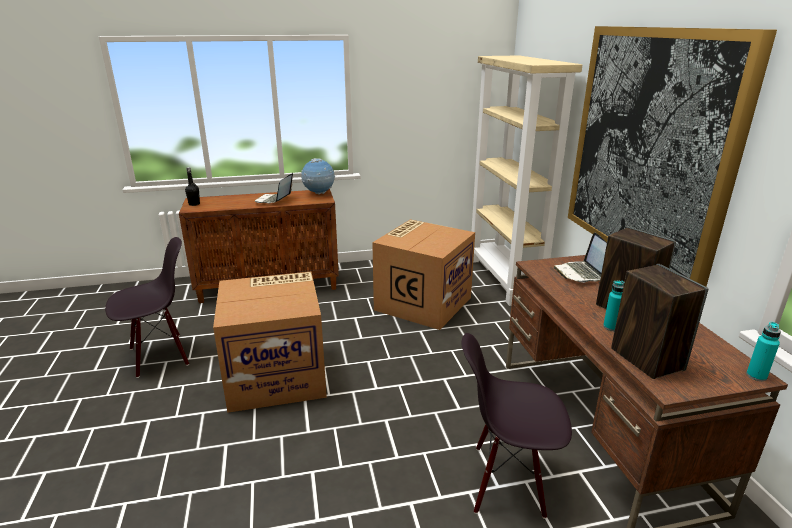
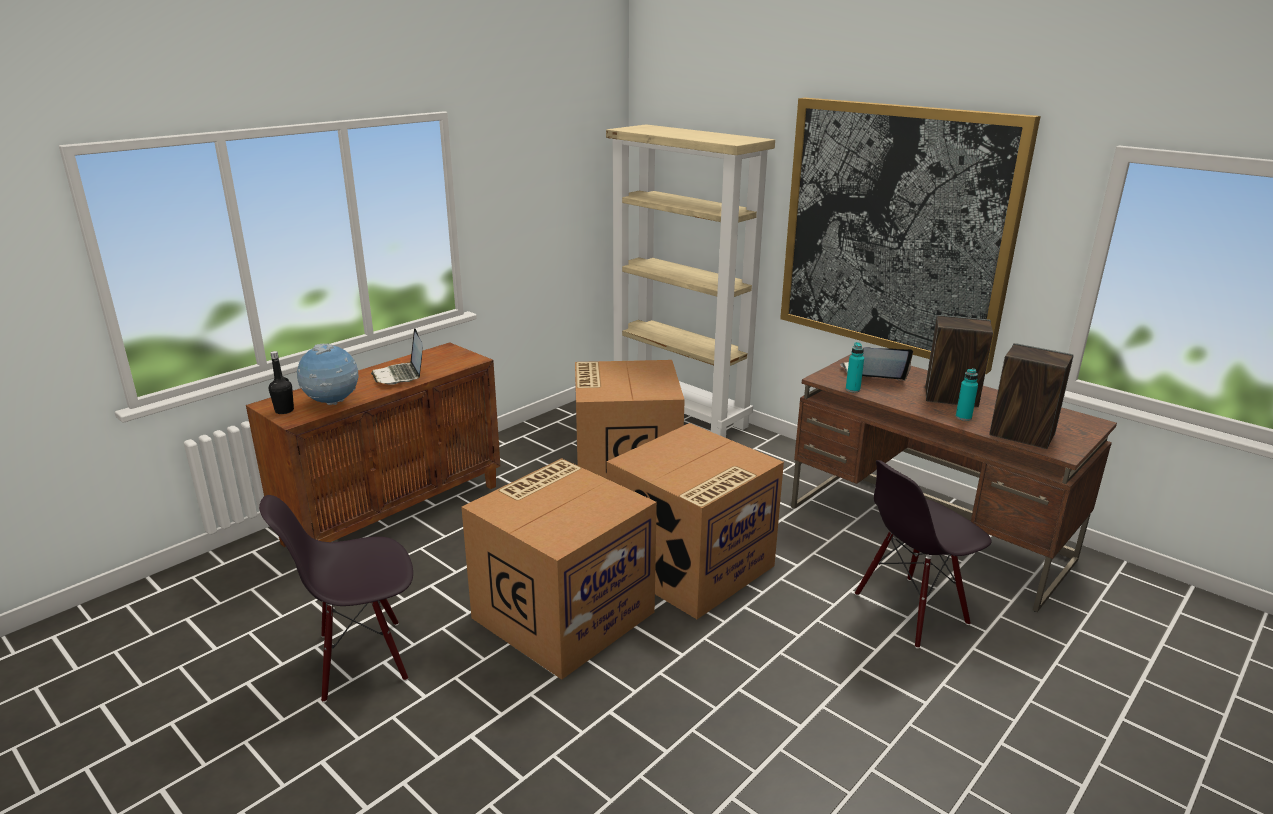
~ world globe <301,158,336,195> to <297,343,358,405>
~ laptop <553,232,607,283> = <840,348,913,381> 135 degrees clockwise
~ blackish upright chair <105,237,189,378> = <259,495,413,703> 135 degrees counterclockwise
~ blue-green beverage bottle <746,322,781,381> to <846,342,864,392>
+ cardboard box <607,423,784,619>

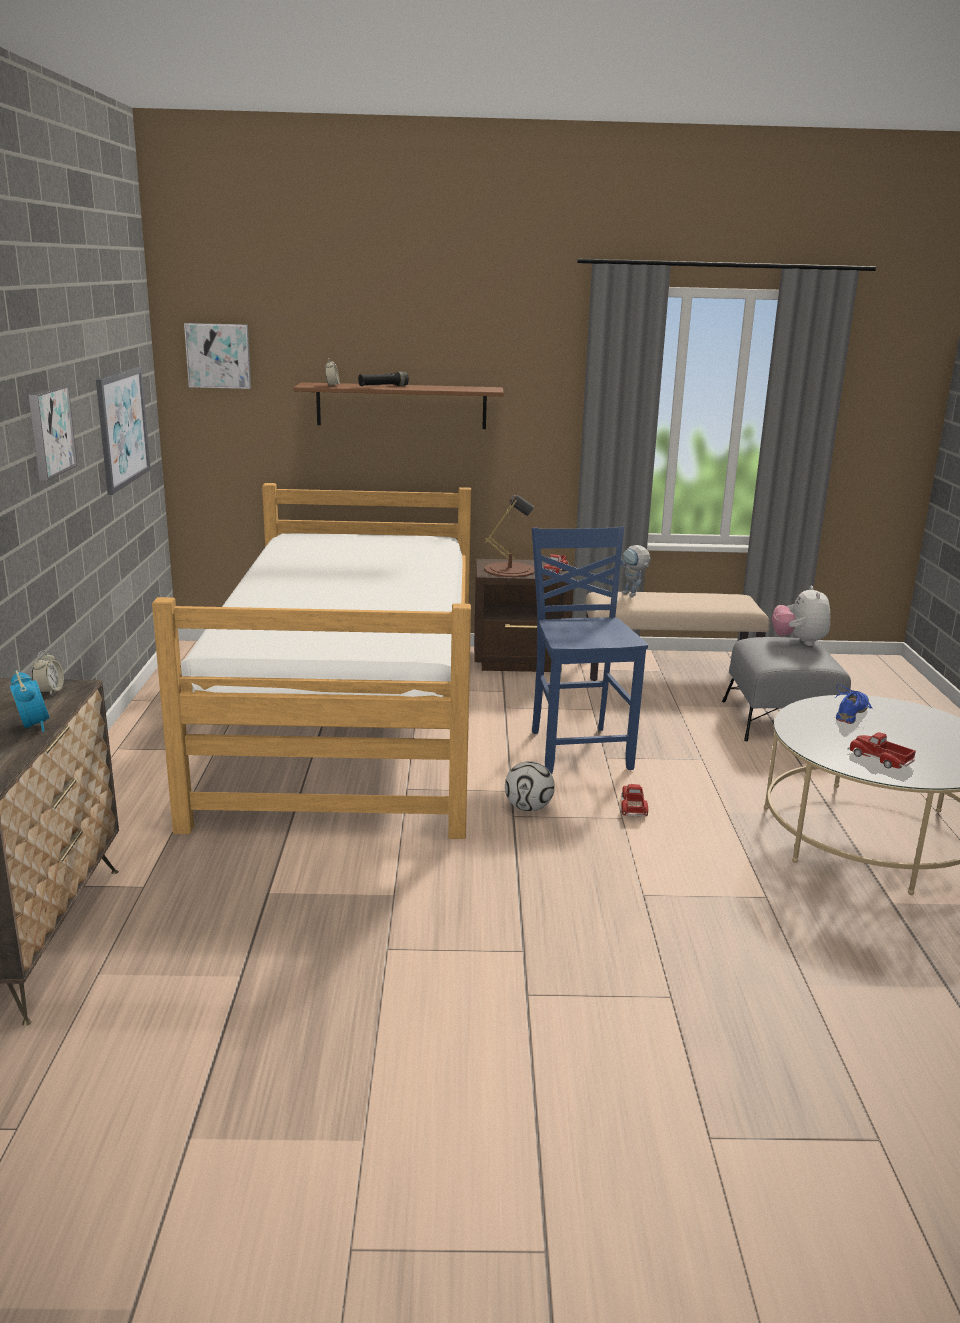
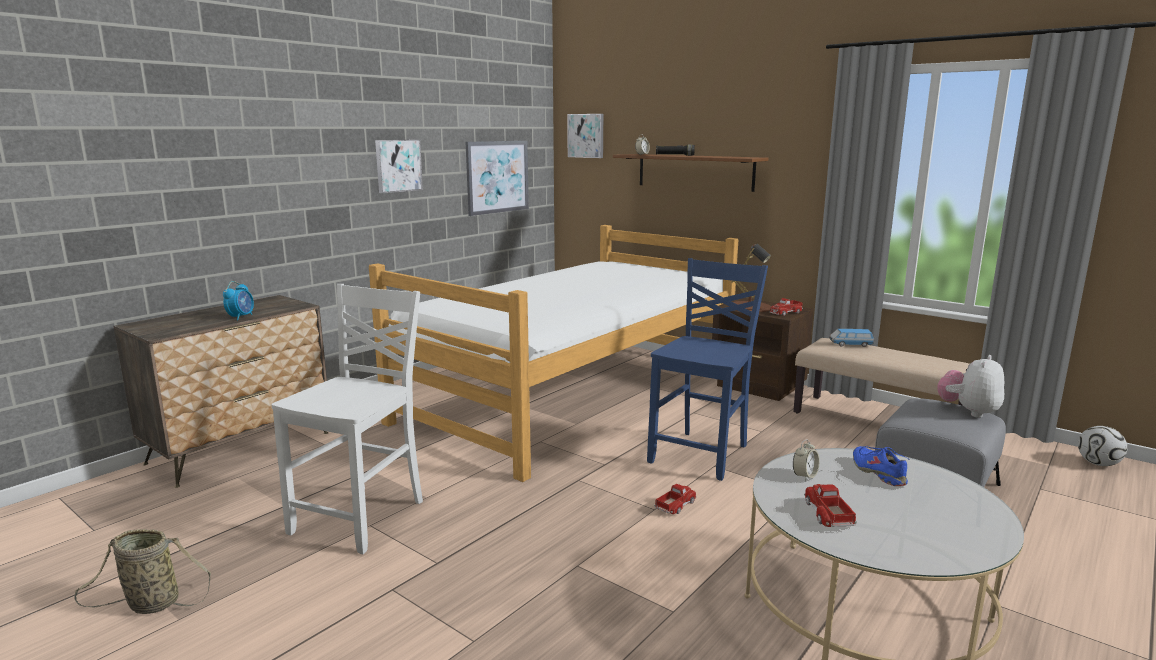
~ toy robot <621,545,651,597> to model car <829,329,874,347>
~ alarm clock <32,651,64,696> to <793,439,820,481>
~ bluish low shoe <835,684,873,724> = <853,446,910,486> 90 degrees counterclockwise
~ ball for football <505,761,555,812> to <1078,426,1128,466>
+ white upright chair <271,284,423,554>
+ household basket <74,529,211,614>

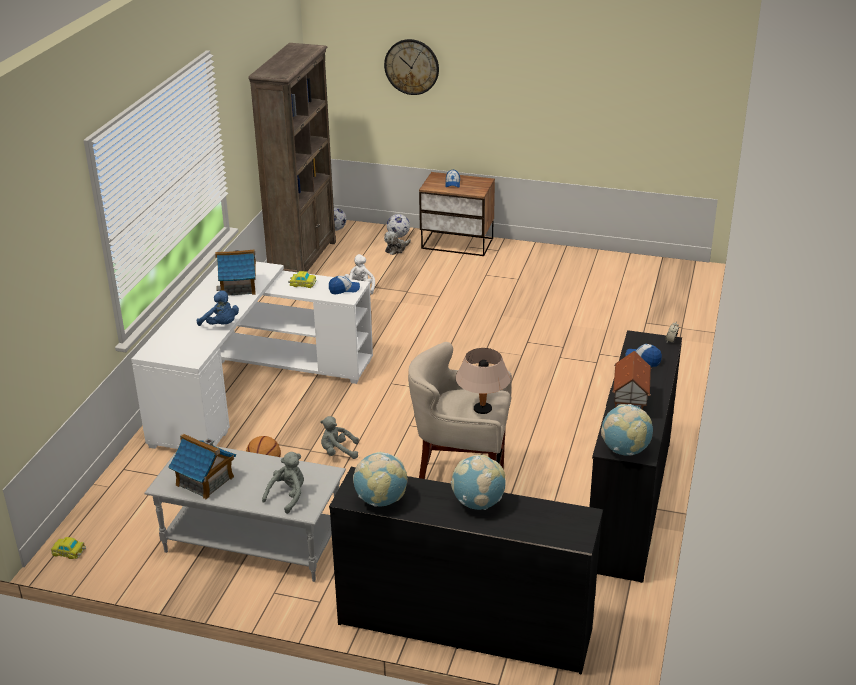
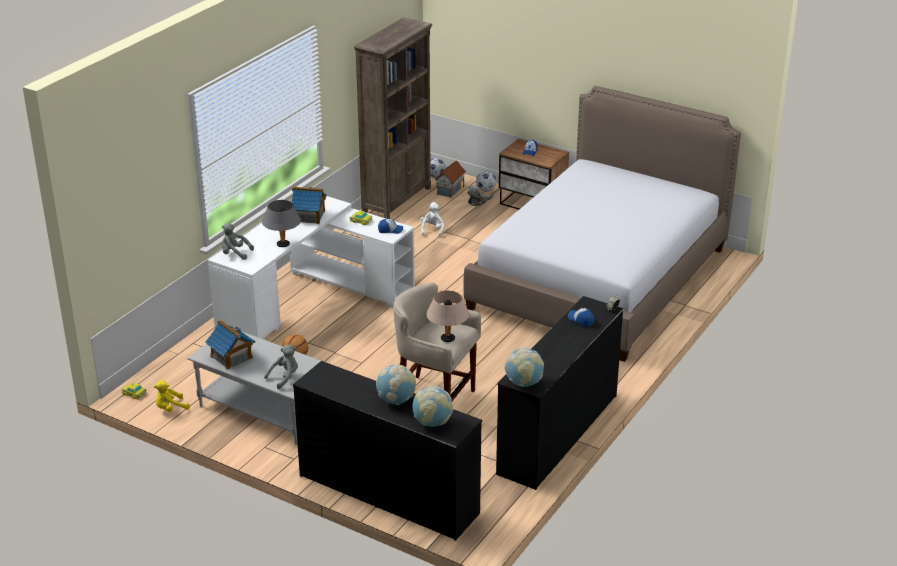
- clock on the wall <384,39,439,95>
~ bluish plush toy <197,290,239,326> to gray tabletop lamp <262,200,301,247>
~ miniature house <612,351,652,410> to <435,161,466,198>
~ gray plush toy <320,416,359,459> to <222,223,254,260>
~ world globe <353,452,408,507> to <412,386,453,427>
+ bedroom bed <463,86,741,362>
+ yellow plush toy <154,380,190,412>

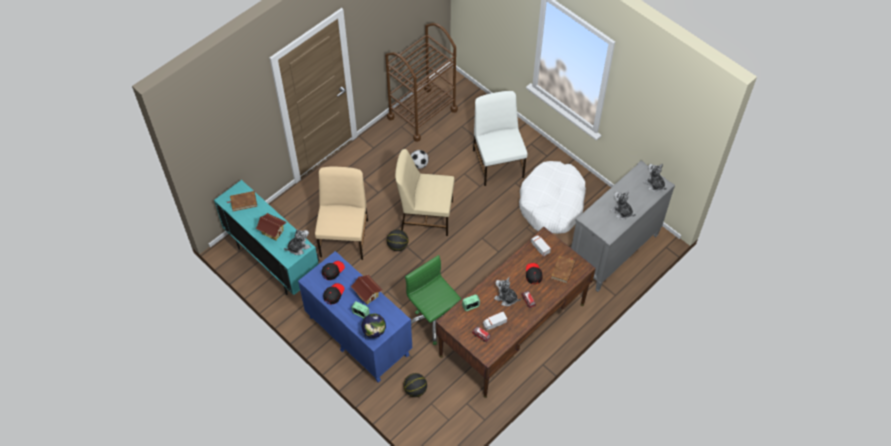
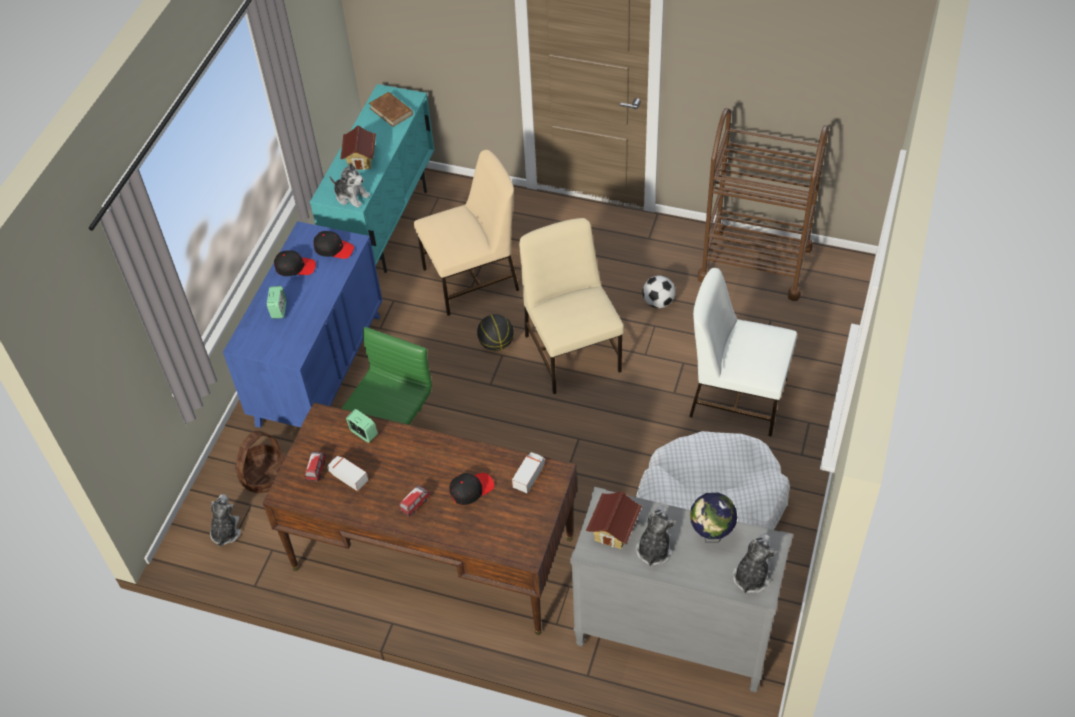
~ white upright chair <473,91,528,186> = <689,268,797,437> 120 degrees counterclockwise
- brown bound book <551,256,575,284>
~ miniature house <351,274,383,304> to <586,491,642,549>
~ plush toy <494,277,521,306> to <210,494,241,547>
~ world globe <361,314,386,339> to <690,493,737,542>
~ basketball <403,373,427,397> to household basket <235,431,285,493>

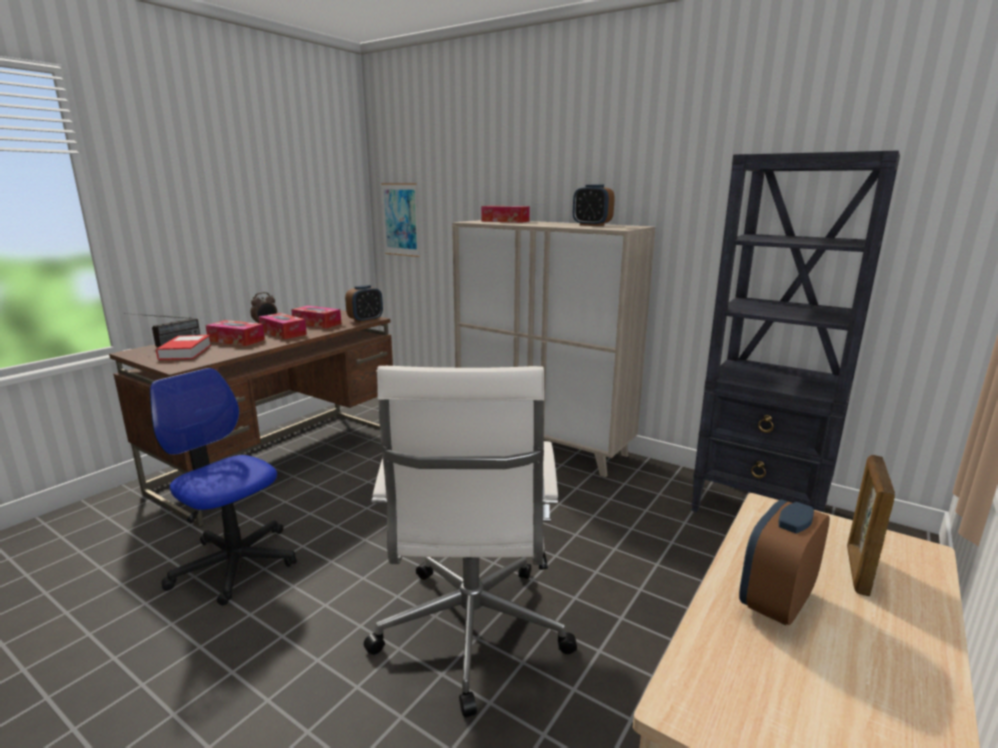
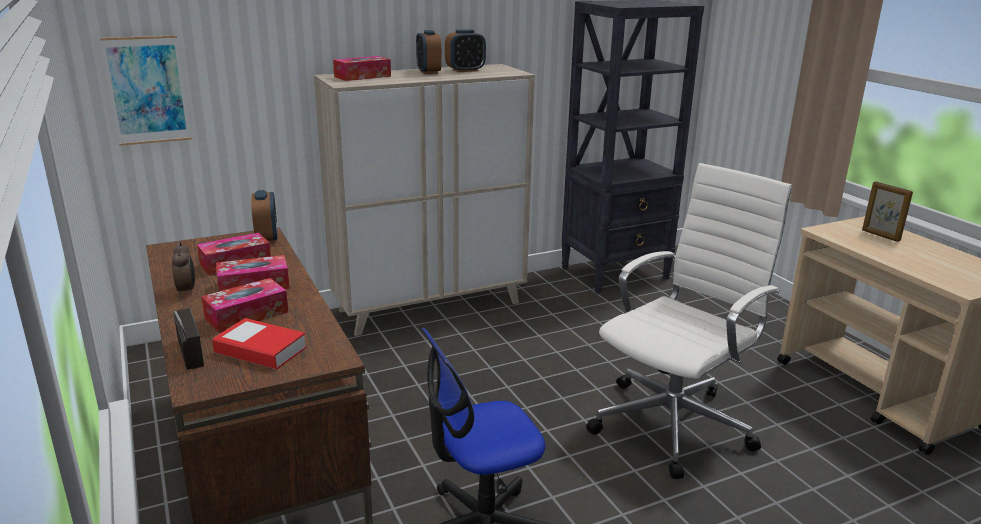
~ white desk chair <364,366,577,717> = <586,163,792,479> 75 degrees counterclockwise
~ alarm clock <739,499,830,625> to <416,30,441,74>

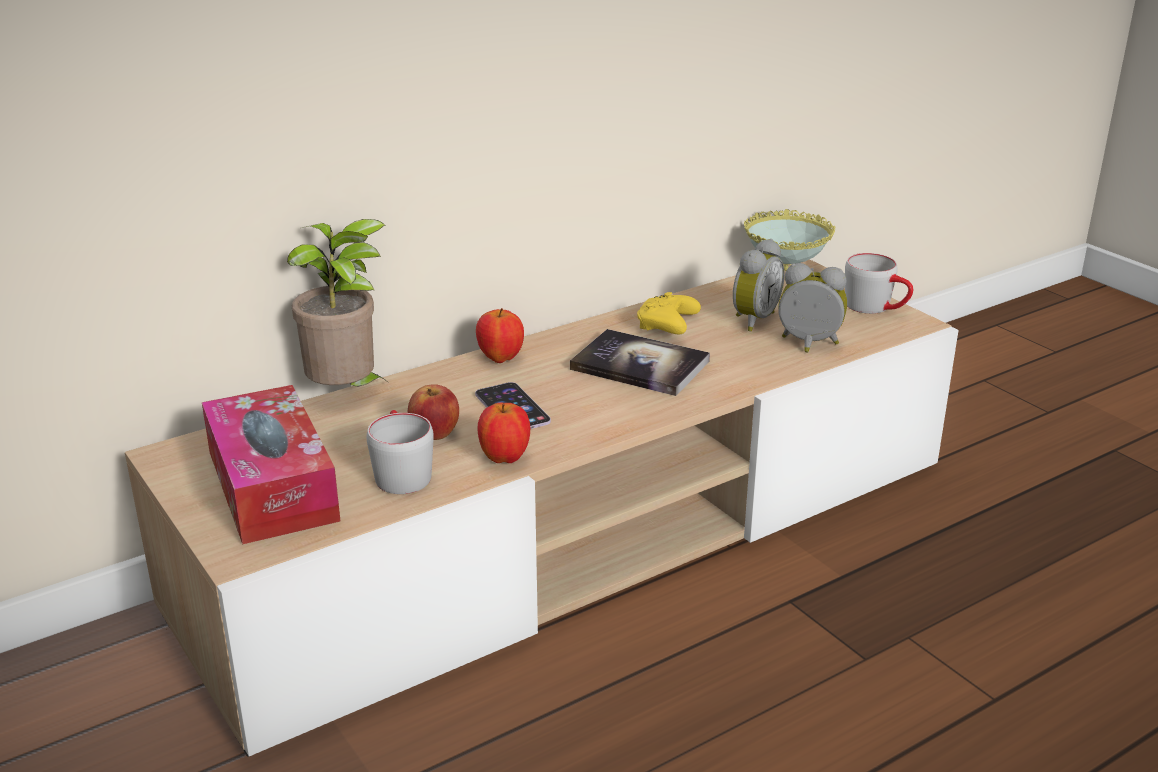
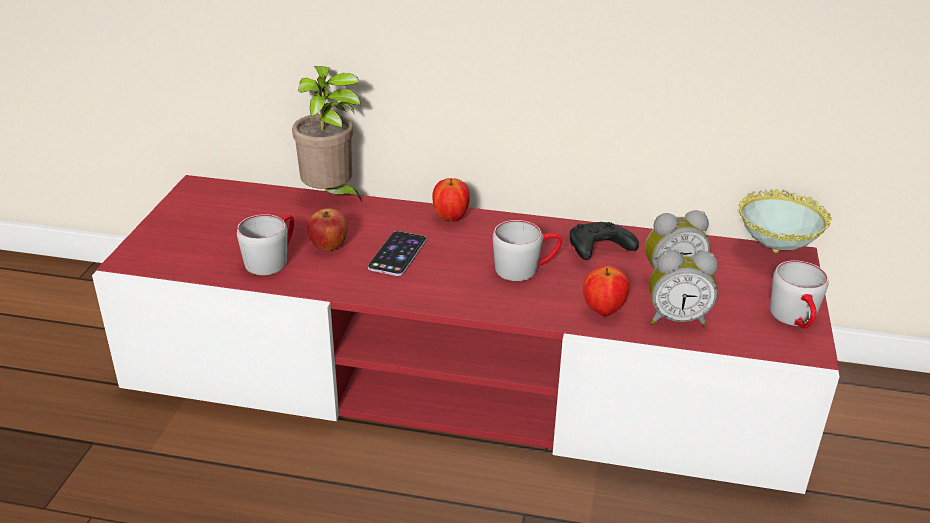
~ beige tv unit <125,259,959,757> to red-coloured tv unit <92,175,840,494>
~ alarm clock <778,263,847,352> = <649,250,718,326> 120 degrees clockwise
~ yellow game controller <637,292,701,334> to blackish game controller <570,222,639,260>
~ bound book <570,329,710,396> to gray tea mug <493,220,562,281>
- box of tissues <202,385,340,544>
~ apple fruit <477,403,530,463> to <583,266,630,316>

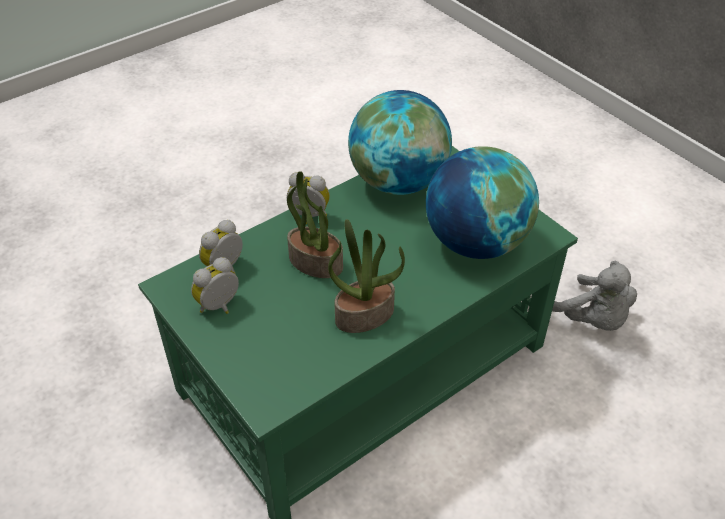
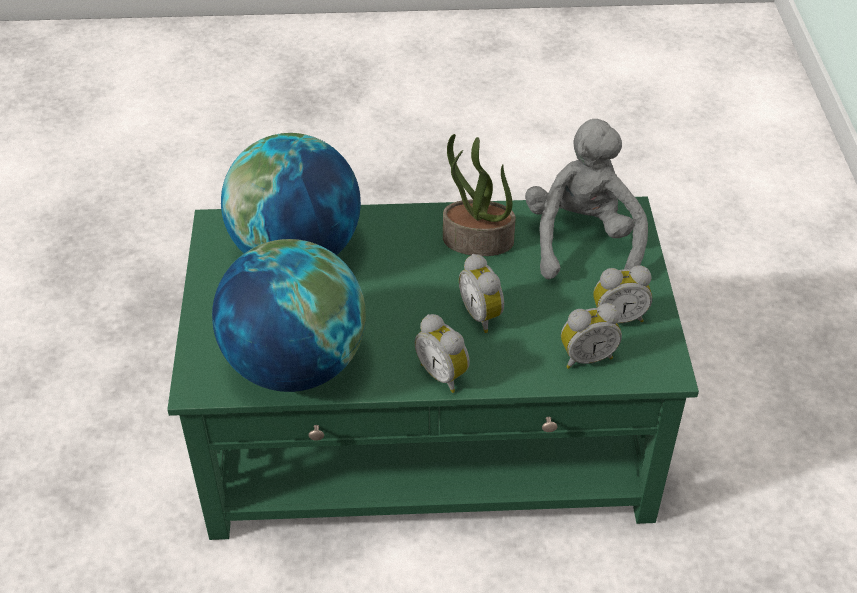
~ houseplant <287,171,343,278> to alarm clock <459,254,504,333>
~ gray plush toy <552,261,637,331> to <525,119,648,279>

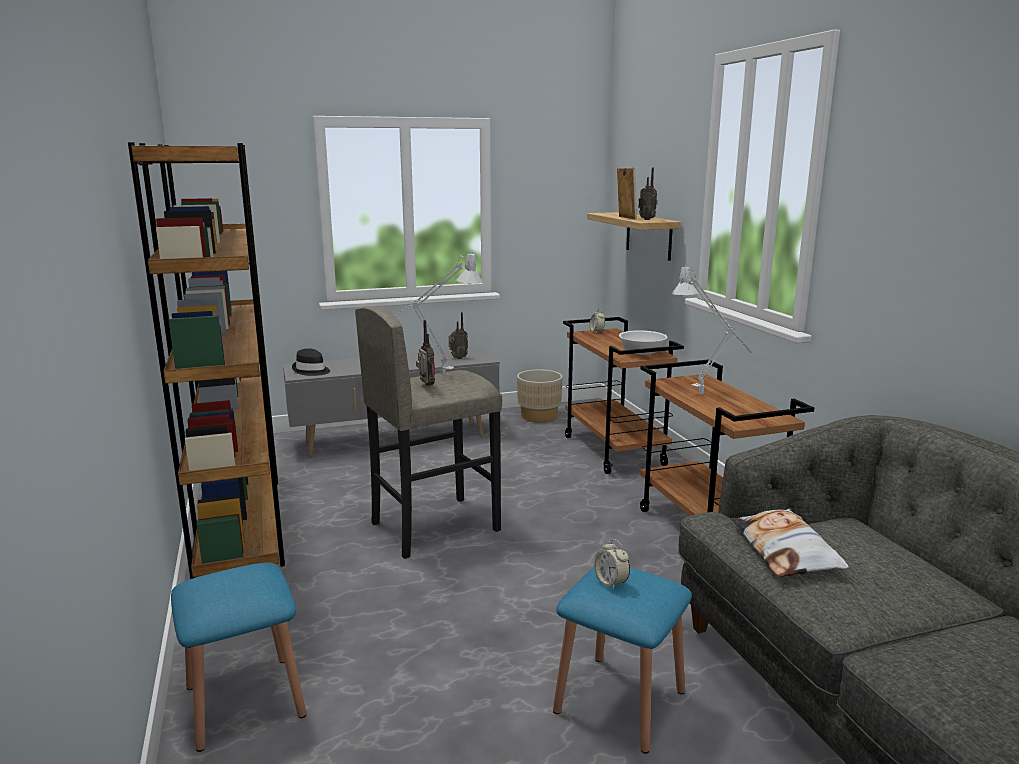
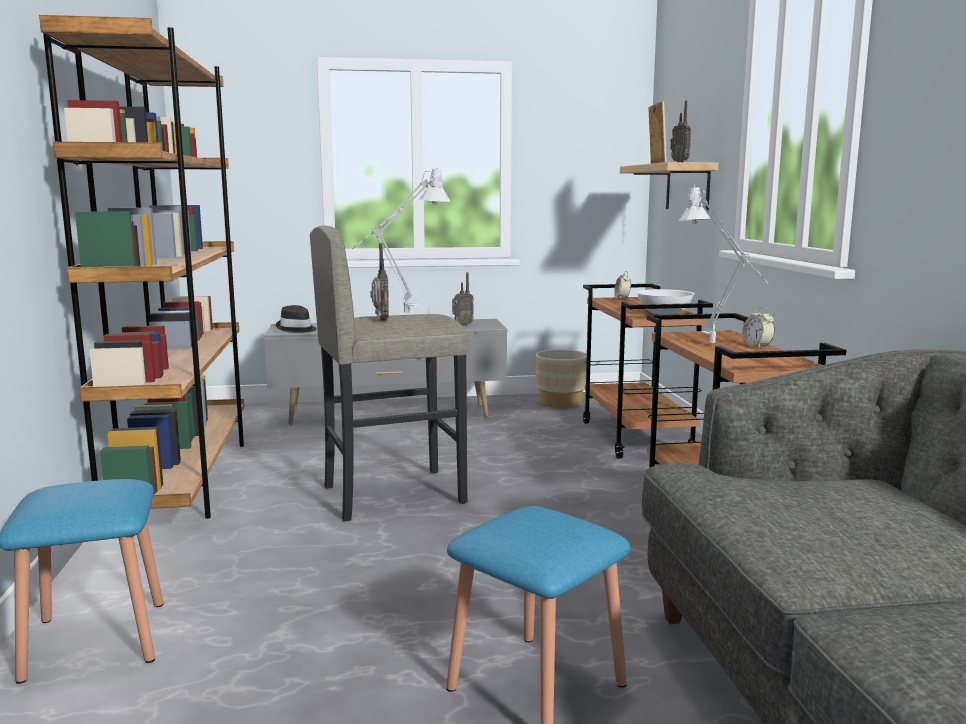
- throw pillow <731,509,849,577>
~ alarm clock <594,539,630,590> to <742,307,775,348>

